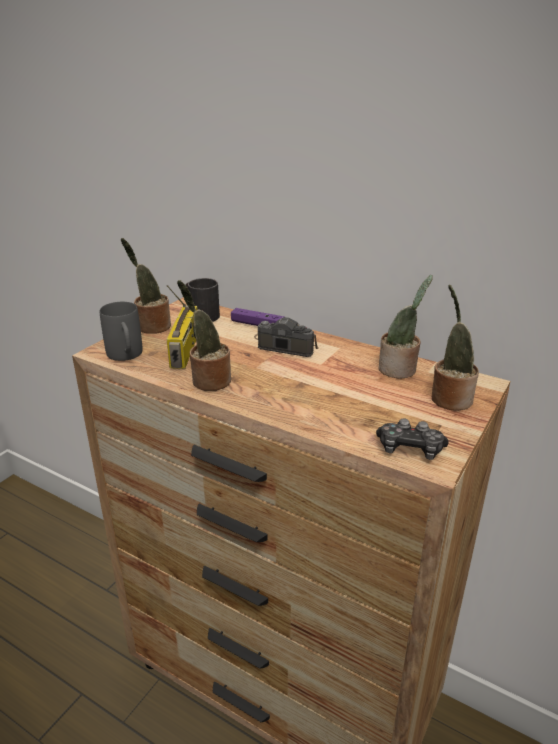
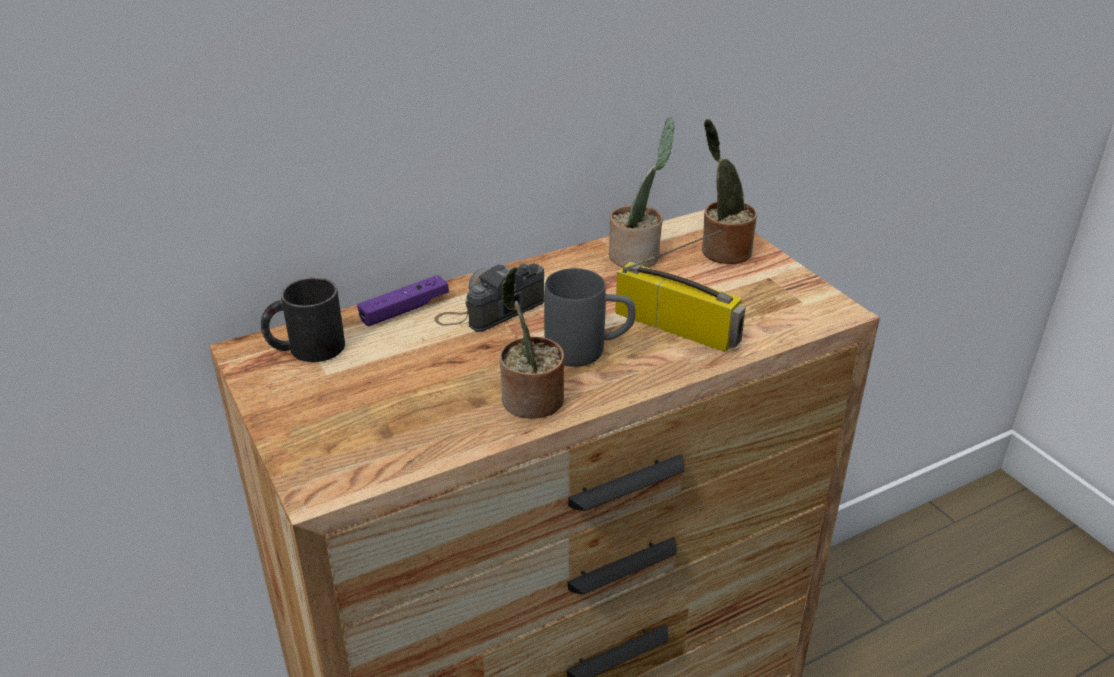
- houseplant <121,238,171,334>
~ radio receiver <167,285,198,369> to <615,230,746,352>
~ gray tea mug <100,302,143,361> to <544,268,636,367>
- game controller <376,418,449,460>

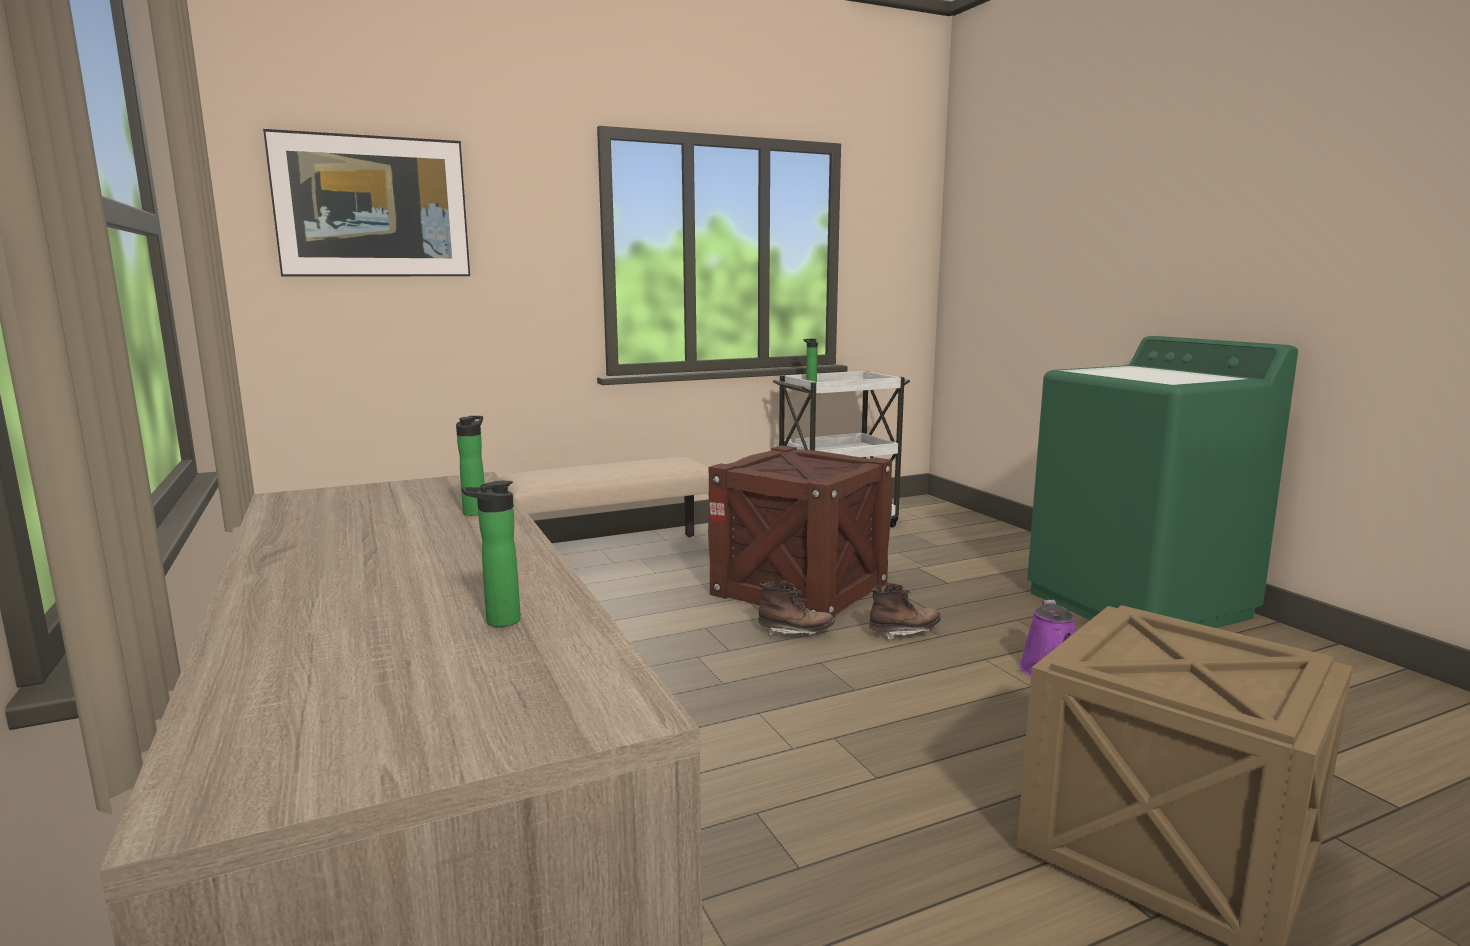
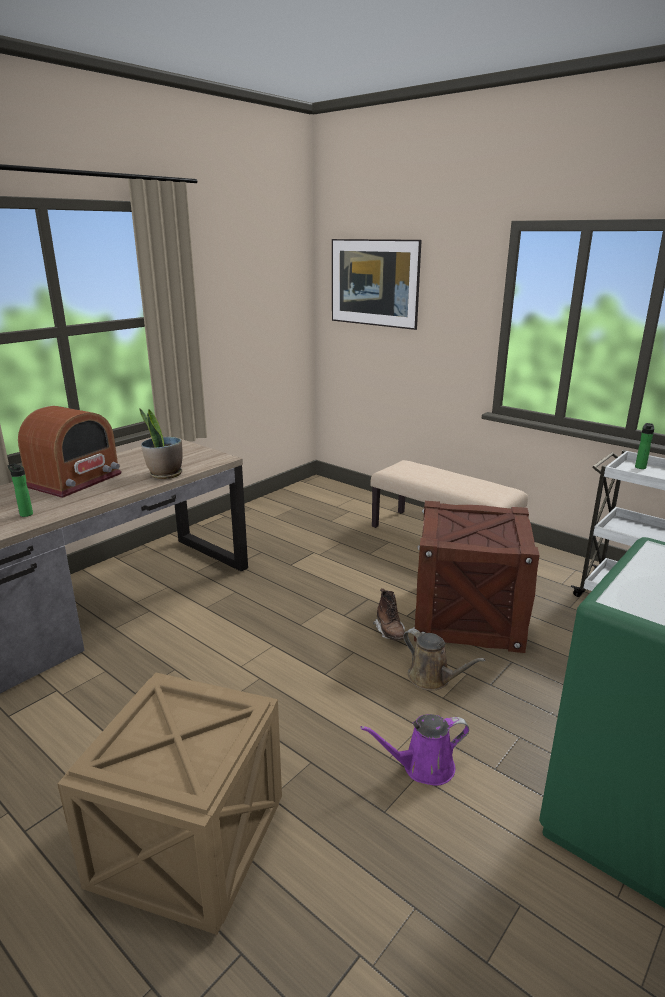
~ beverage bottle <456,416,485,516> to houseplant <139,408,182,479>
~ brown tall boot <869,583,941,641> to brown sprinkling can <403,628,485,691>
+ radio receiver <18,406,122,498>

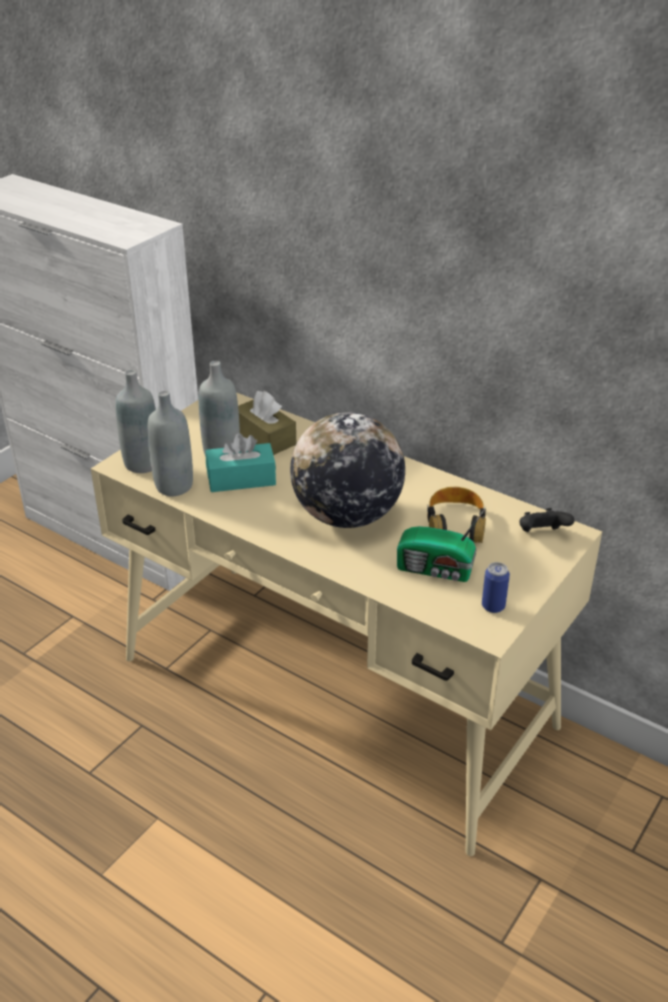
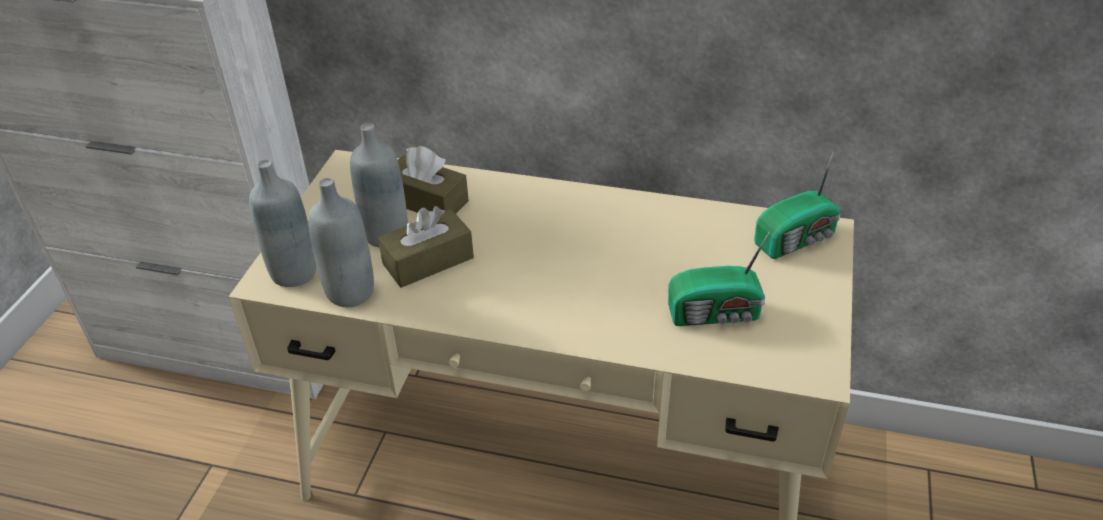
- world globe <290,412,405,528>
~ blue-green box of tissues <206,433,276,492> to brown box of tissues <378,206,474,288>
- pair of headphones <427,487,486,543>
~ blackish game controller <519,508,574,532> to radio receiver <754,151,841,259>
- can <482,562,510,613>

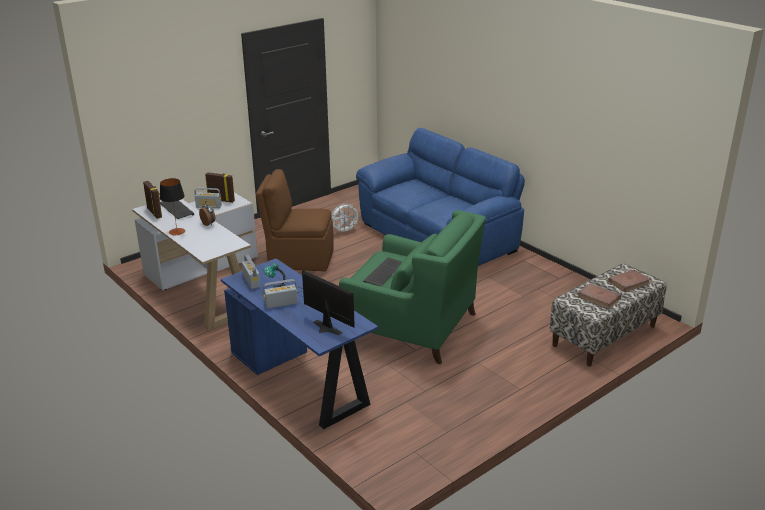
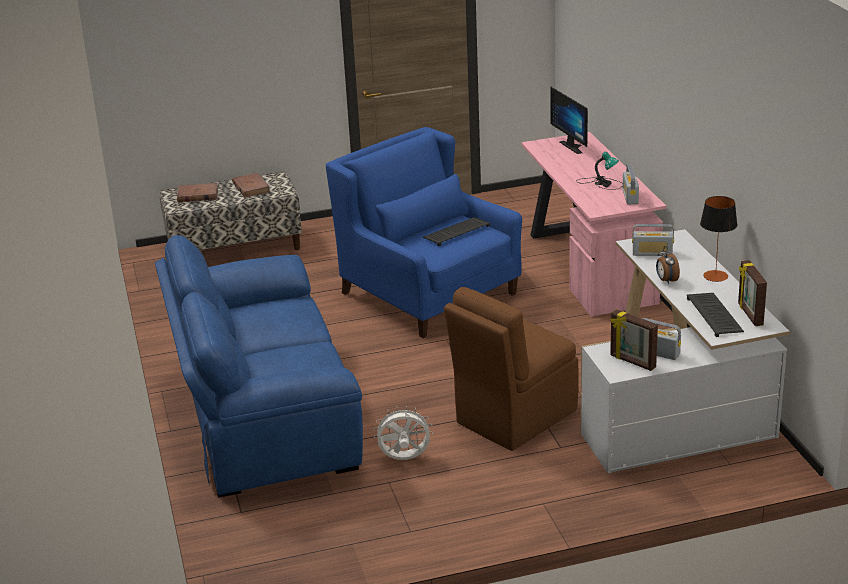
~ brown upright chair <255,169,334,272> = <444,287,579,451> 105 degrees clockwise
~ green-coloured lounge chair <339,210,486,364> to bluish lounge chair <326,127,522,338>
~ bluish desk table <221,258,378,429> to pink-coloured desk table <521,132,666,317>
~ radio receiver <263,279,298,309> to <632,224,674,256>

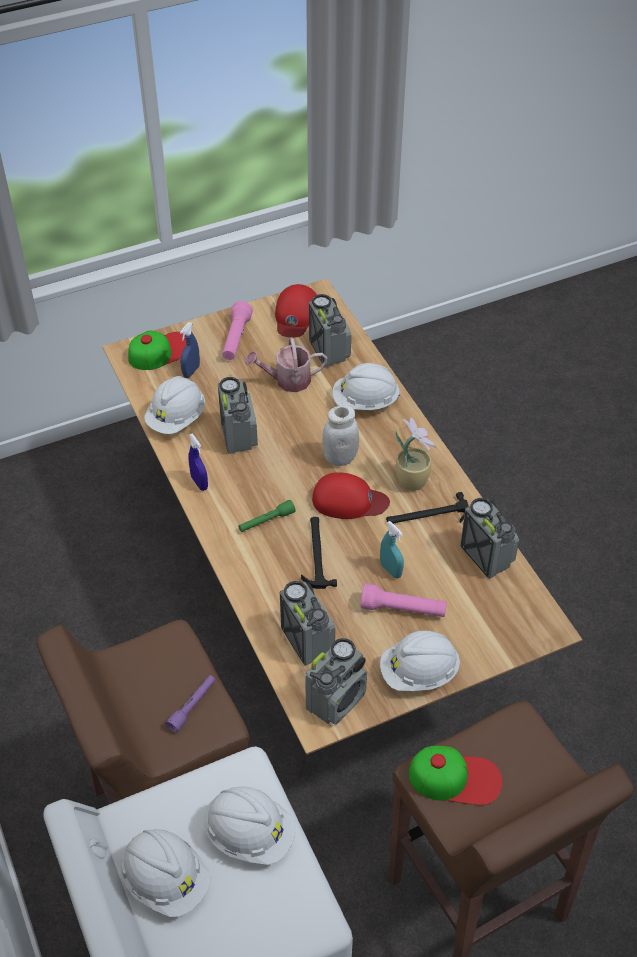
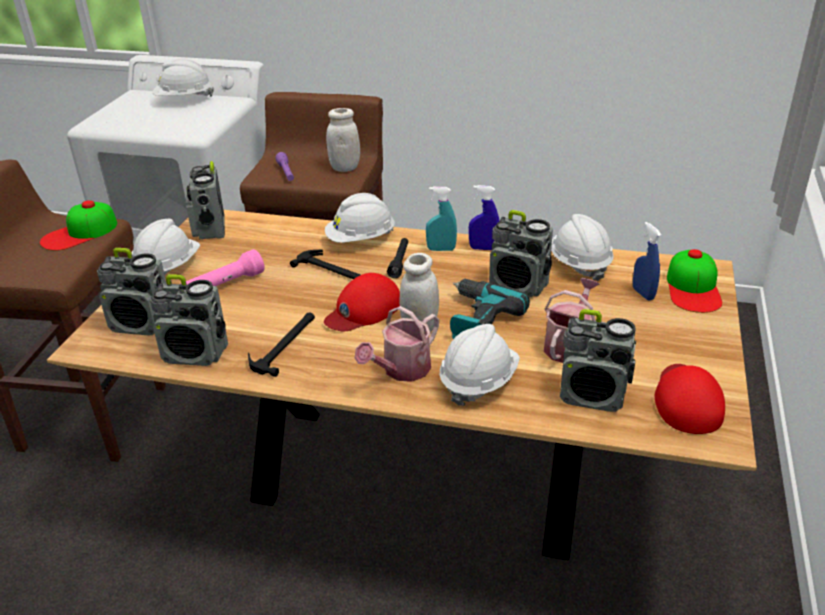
~ red-coloured peaked cap <275,284,317,338> = <655,364,725,434> 45 degrees clockwise
- pink-coloured hand torch <222,301,253,360>
- houseplant <395,417,436,491>
~ green-coloured hand torch <238,500,296,532> to blackish hand torch <387,238,408,278>
~ blue-green spray bottle <380,521,404,578> to <426,187,457,251>
~ radio receiver <280,581,335,666> to <97,248,167,336>
~ white work helmet <204,786,296,865> to <325,193,395,243>
+ white storage jar <326,108,360,172>
+ power drill <450,279,530,339>
+ sprinkling can <354,306,439,382>

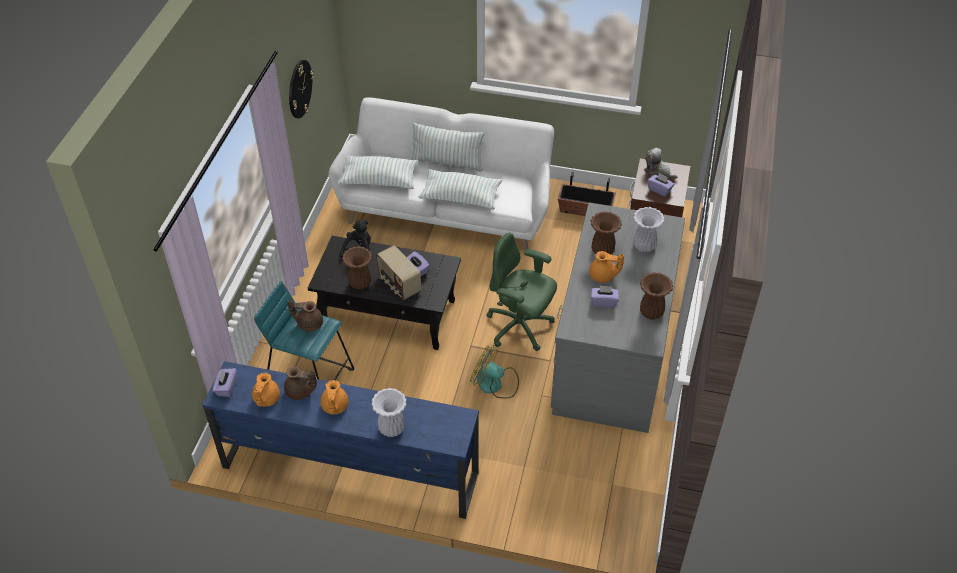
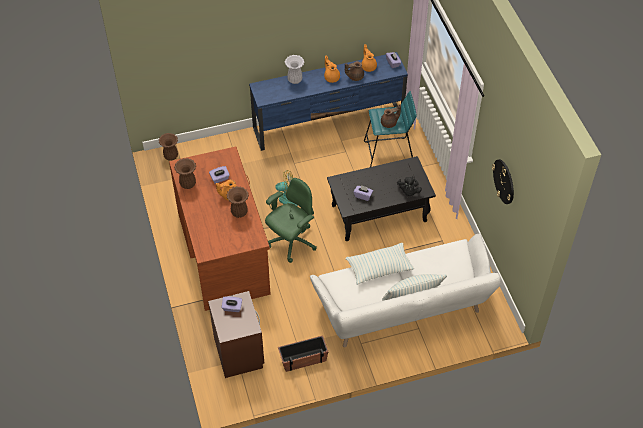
- plush toy <644,148,677,179>
- throw pillow <338,156,418,189>
~ gray desk table <551,203,685,433> to brown desk table <169,146,270,311>
- white flower vase <633,207,665,252>
~ green-coloured desk chair <486,233,557,351> = <265,178,317,263> 45 degrees counterclockwise
- radio receiver <376,245,421,300>
~ brown flower vase <342,246,372,290> to <159,133,178,161>

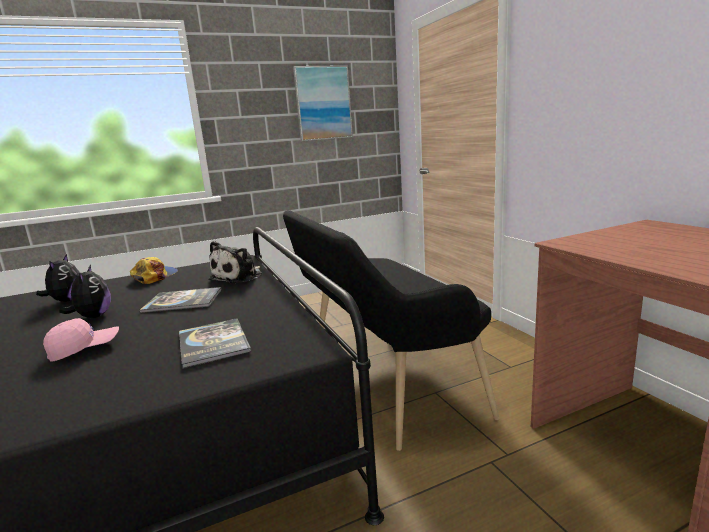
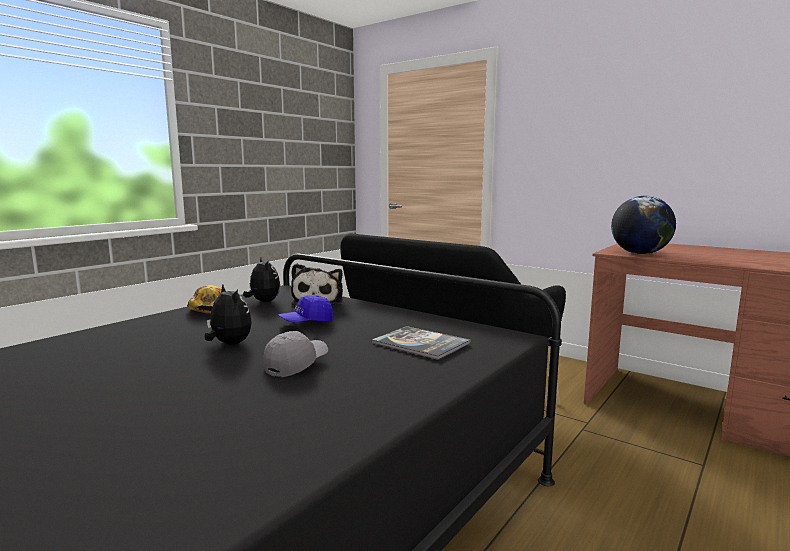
- wall picture <293,65,353,141>
~ plush toy <36,254,80,302> to <243,258,280,302>
~ bound book <140,287,222,313> to bluish peaked cap <278,295,333,323>
~ pink-coloured peaked cap <43,318,119,361> to gray peaked cap <263,331,328,377>
+ world globe <611,196,676,254>

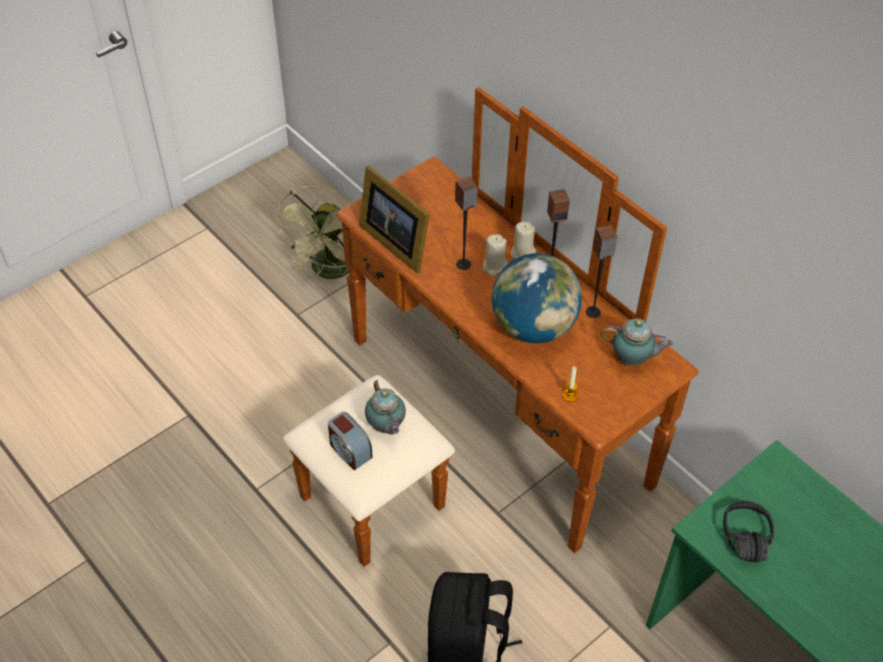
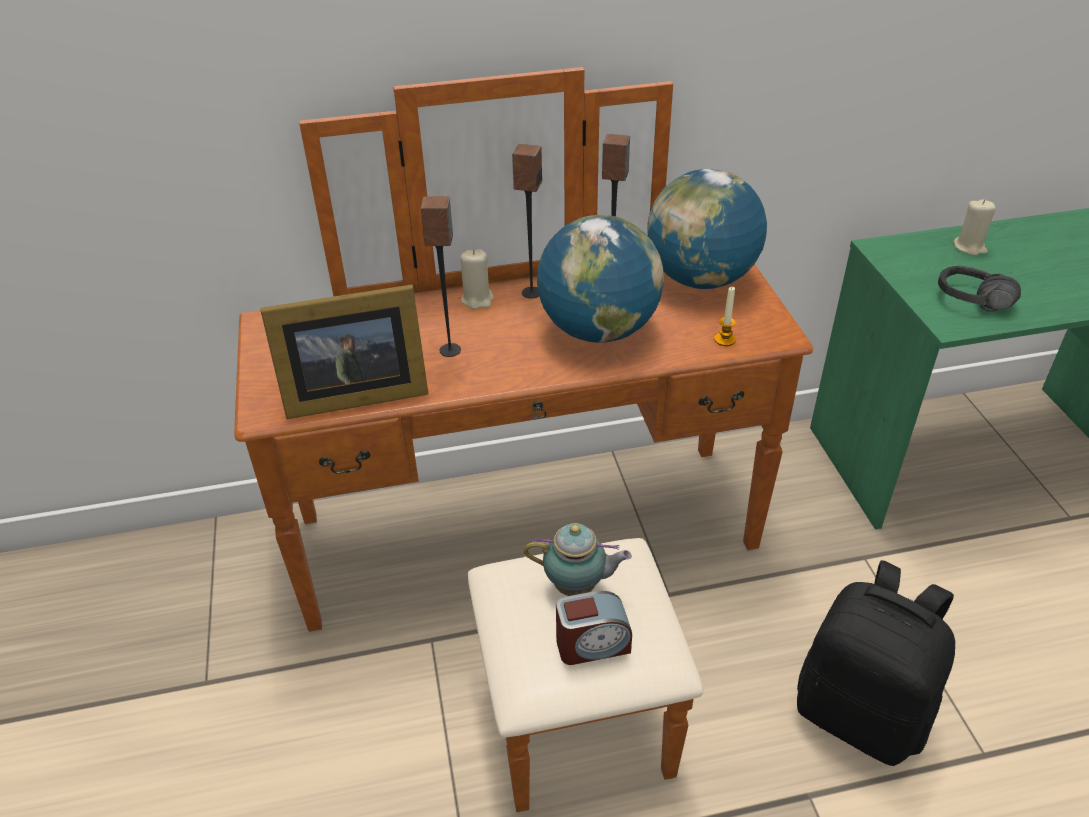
- green-coloured electric fan <274,186,352,279>
~ beige wax light <483,234,508,276> to <954,199,996,256>
~ pot for tea <601,318,673,366> to world globe <647,169,767,289>

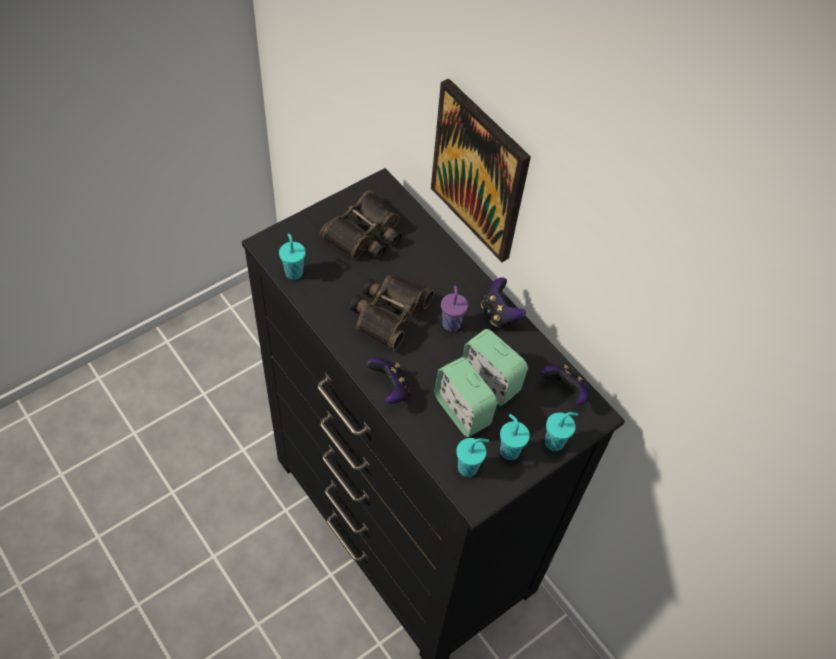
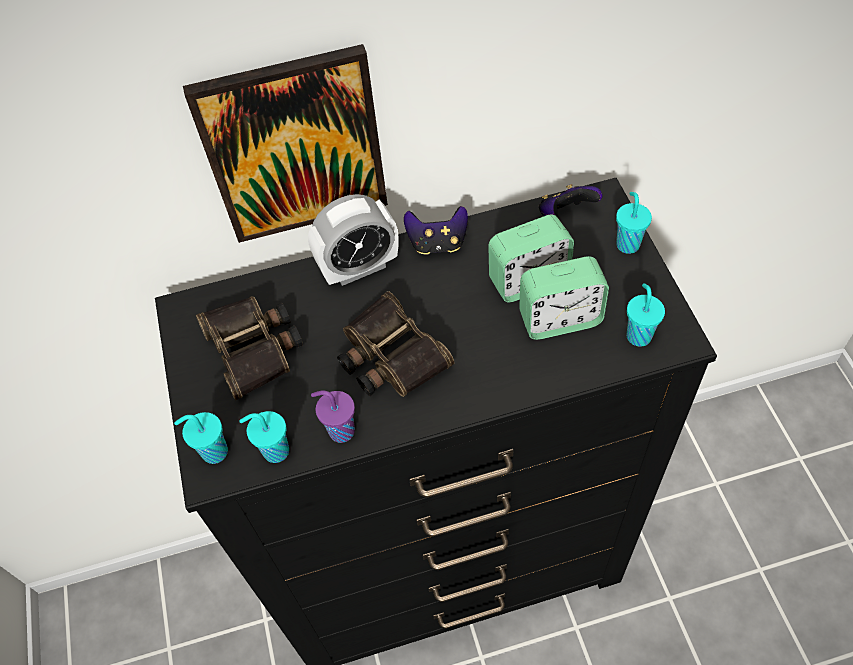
~ purple-coloured cup <441,285,468,332> to <311,390,355,443>
- game controller <367,358,412,404>
~ blue-green cup <500,414,530,460> to <174,412,228,464>
+ alarm clock <308,194,398,286>

